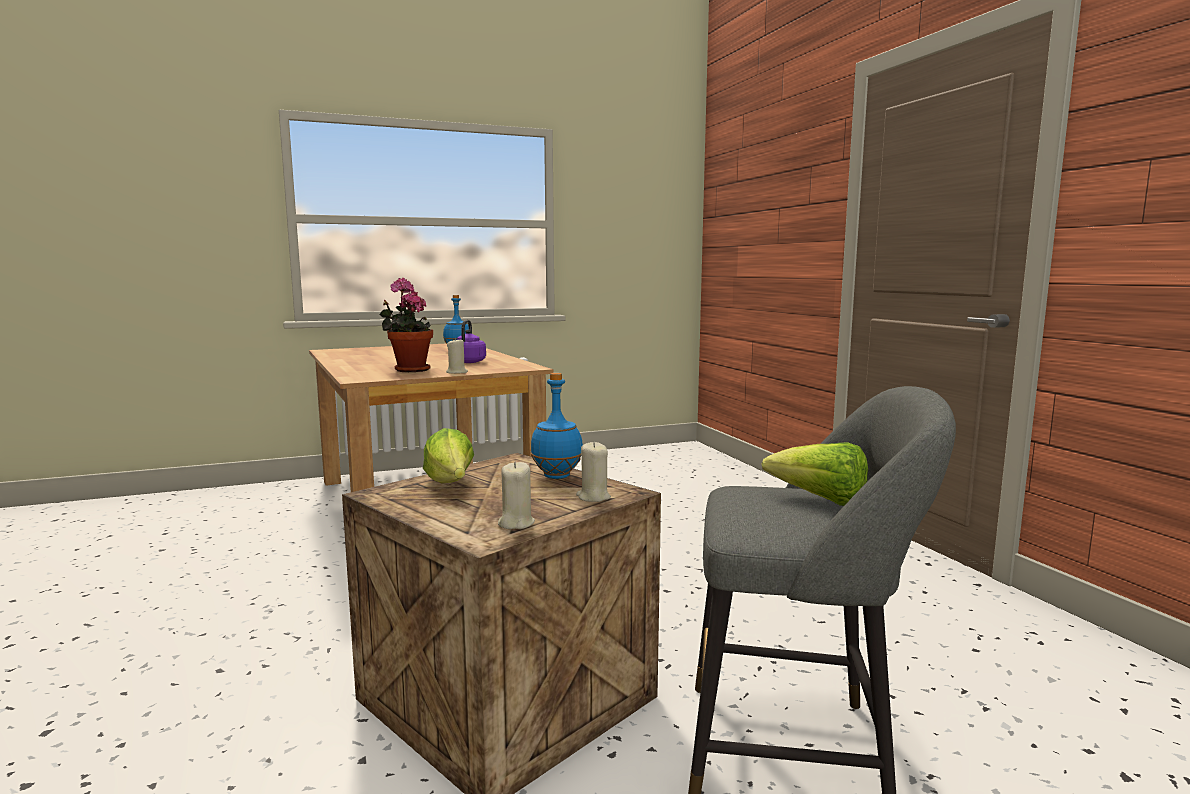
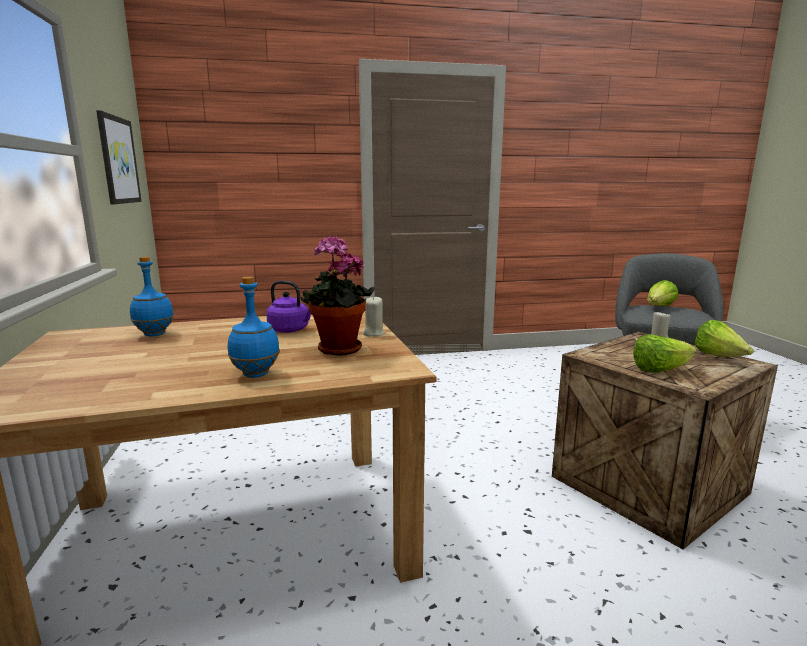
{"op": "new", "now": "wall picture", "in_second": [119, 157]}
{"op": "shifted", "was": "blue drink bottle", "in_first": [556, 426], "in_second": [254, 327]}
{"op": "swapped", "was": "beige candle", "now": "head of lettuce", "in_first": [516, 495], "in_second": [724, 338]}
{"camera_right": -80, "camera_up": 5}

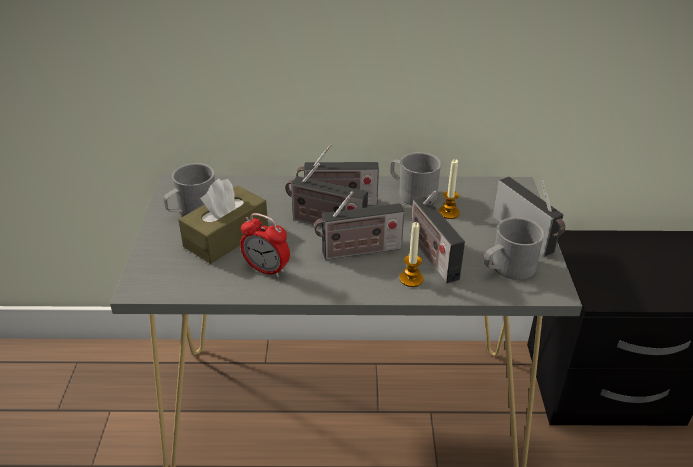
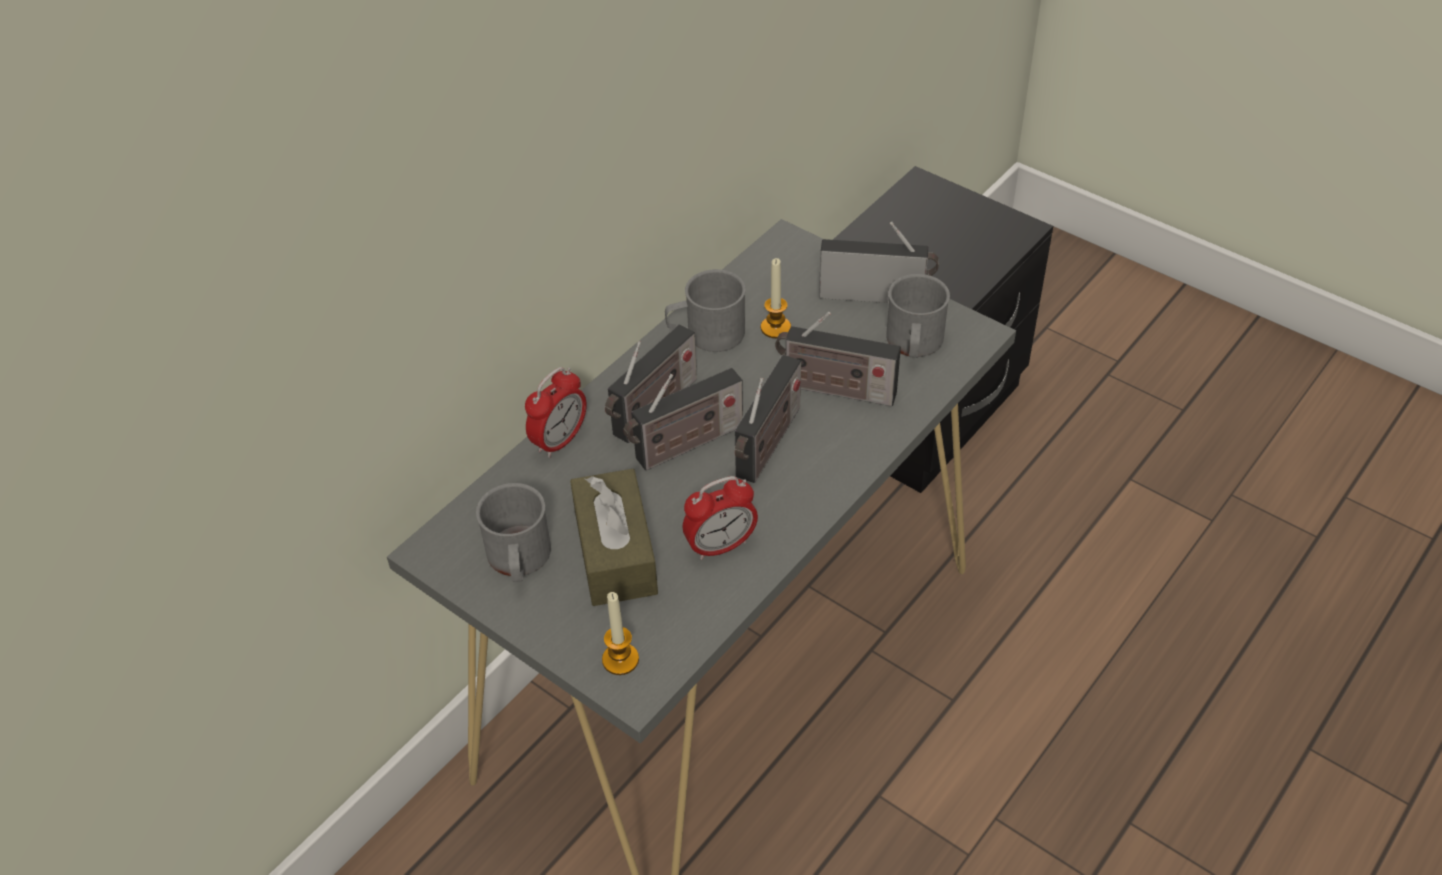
{"op": "new", "now": "bedside clock", "in_second": [556, 412]}
{"op": "shifted", "was": "candle", "in_first": [412, 254], "in_second": [620, 633]}
{"camera_right": -50, "camera_up": 10}

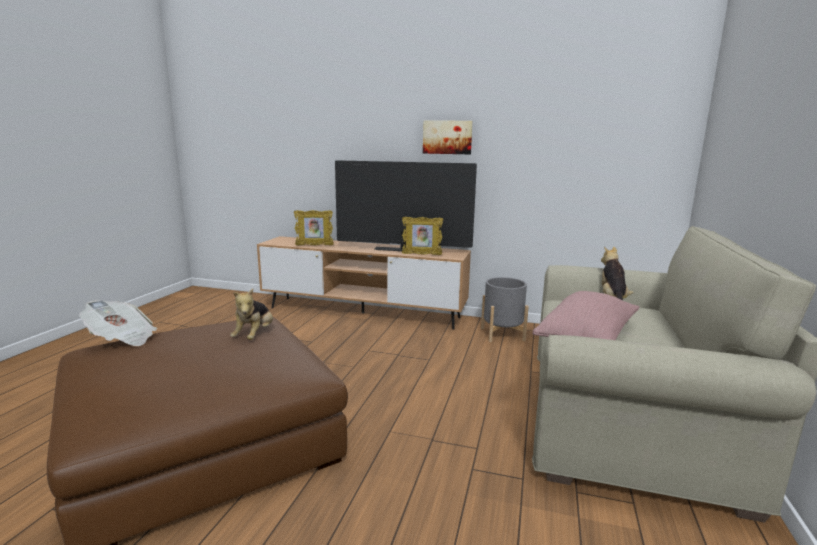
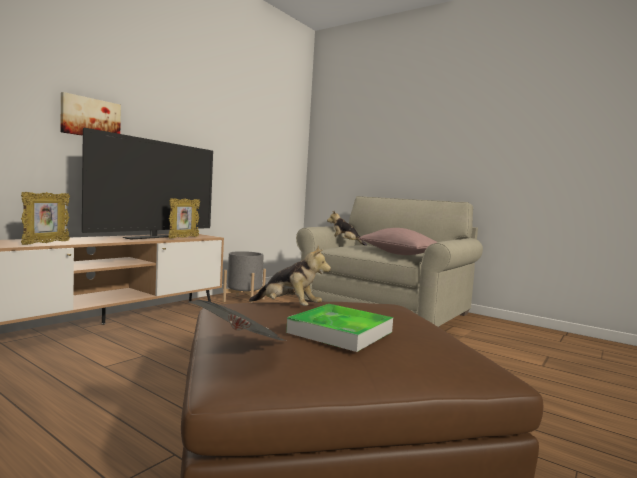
{"op": "new", "now": "carrying tray", "in_second": [339, 328]}
{"op": "shifted", "was": "wall picture", "in_first": [448, 137], "in_second": [91, 114]}
{"camera_right": -70, "camera_up": -10}

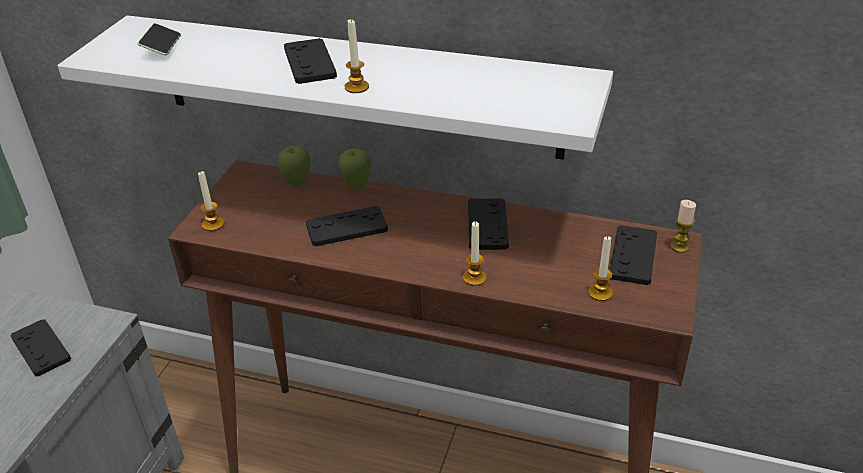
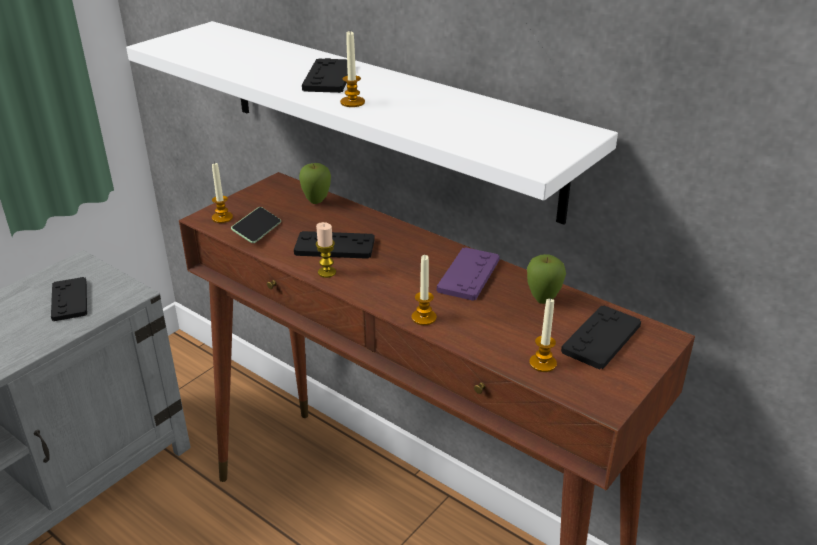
{"op": "shifted", "was": "phone", "in_first": [159, 39], "in_second": [256, 225]}
{"op": "shifted", "was": "whole apple", "in_first": [354, 169], "in_second": [546, 279]}
{"op": "shifted", "was": "candle", "in_first": [683, 226], "in_second": [326, 250]}
{"op": "repainted", "was": "black-coloured gamepad", "now": "purplish gamepad", "in_first": [488, 224], "in_second": [468, 274]}
{"camera_right": 20, "camera_up": -5}

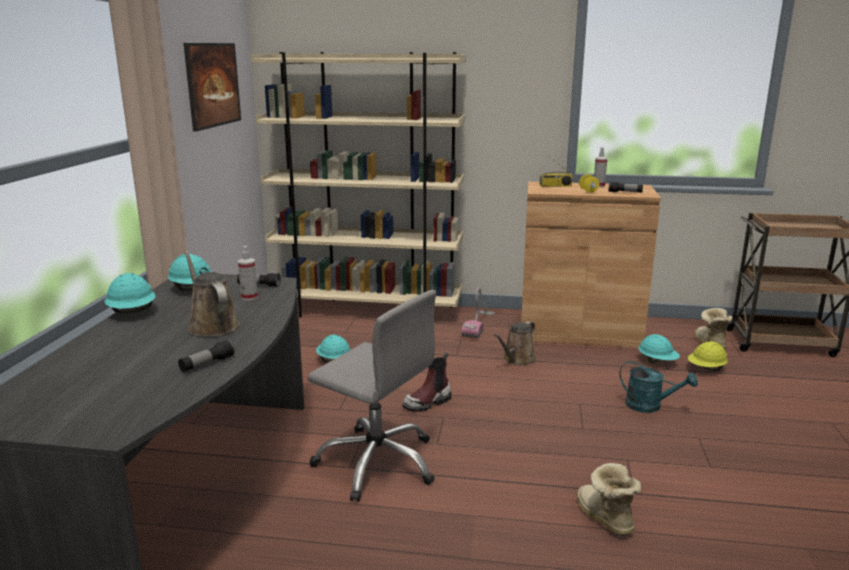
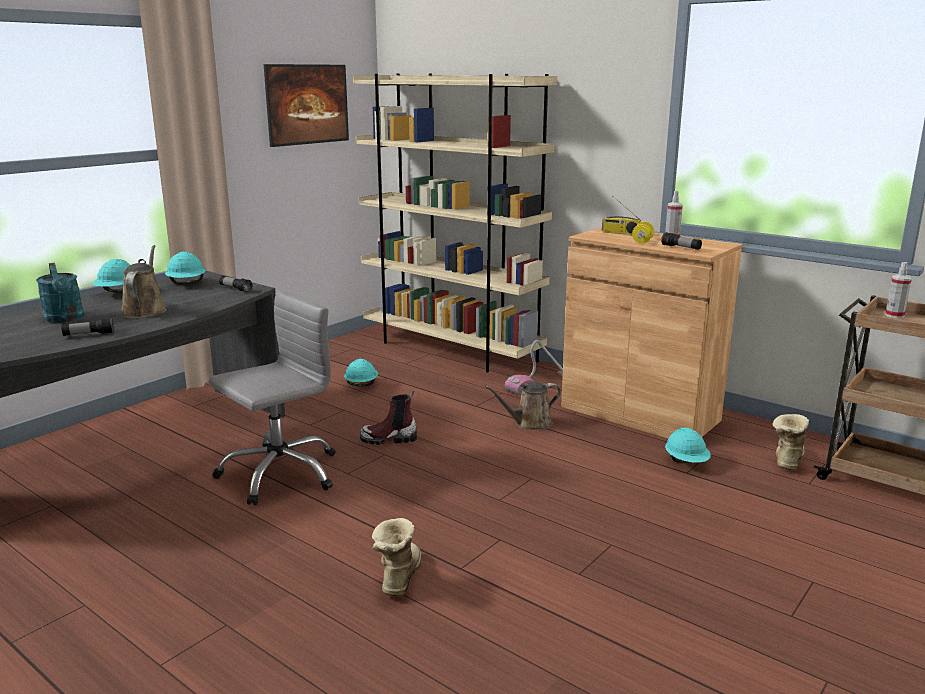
{"op": "gone", "was": "yellow safety helmet", "in_first": [708, 356]}
{"op": "shifted", "was": "sprayer", "in_first": [248, 273], "in_second": [898, 290]}
{"op": "shifted", "was": "turquoise-coloured watering can", "in_first": [658, 387], "in_second": [60, 293]}
{"op": "rotated", "was": "gray desk chair", "in_first": [372, 396], "in_second": [272, 397], "clockwise": -105}
{"camera_right": 30, "camera_up": 0}

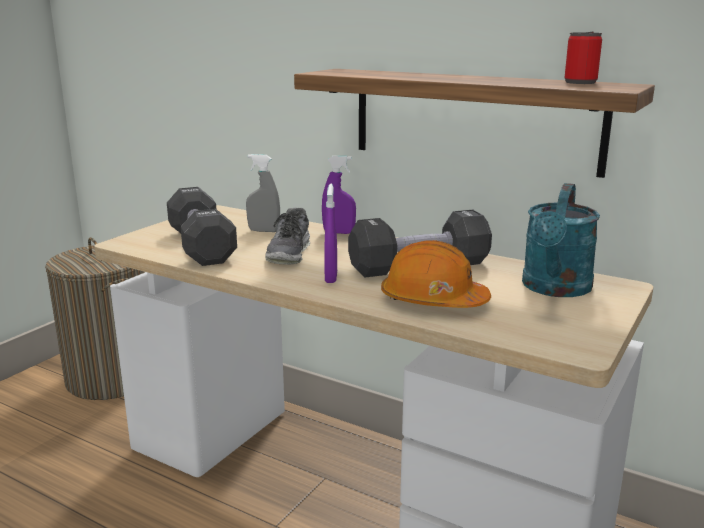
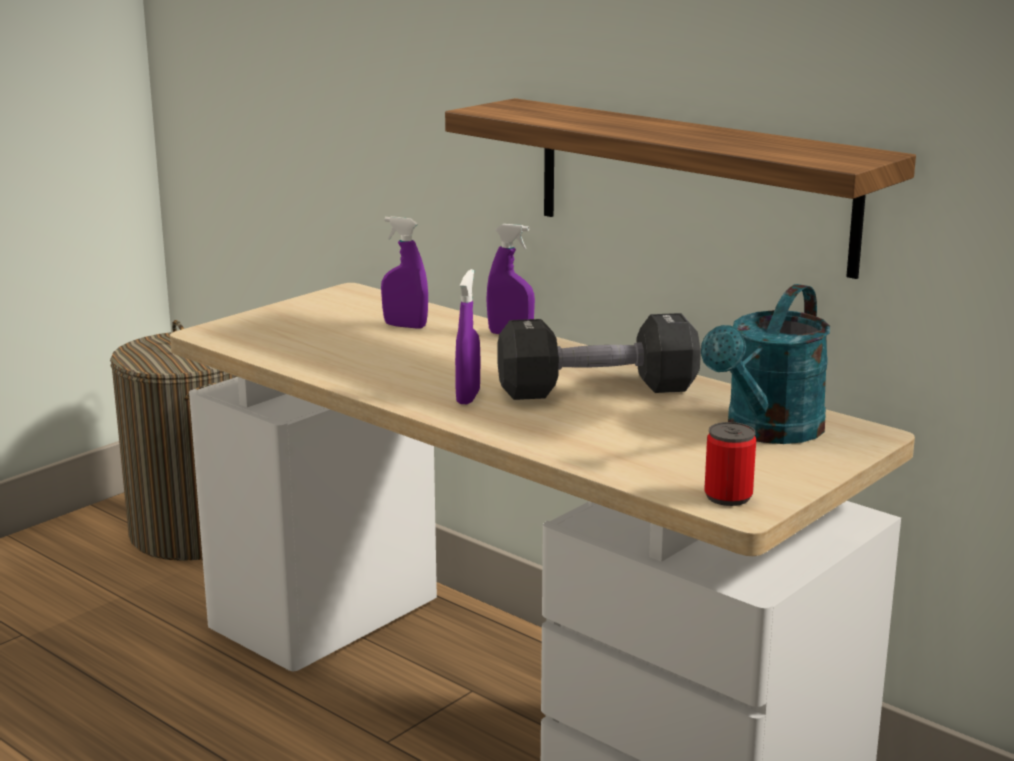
{"op": "gone", "was": "black-coloured free weight", "in_first": [202, 226]}
{"op": "gone", "was": "low shoe", "in_first": [287, 236]}
{"op": "gone", "was": "orangey safety helmet", "in_first": [436, 274]}
{"op": "shifted", "was": "can", "in_first": [583, 58], "in_second": [730, 464]}
{"op": "repainted", "was": "gray sprayer", "now": "purplish sprayer", "in_first": [263, 193], "in_second": [404, 272]}
{"camera_right": 10, "camera_up": 0}

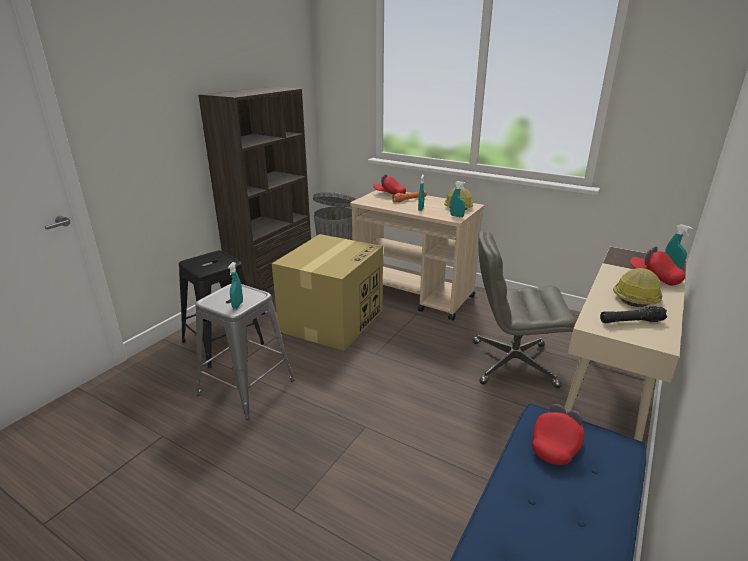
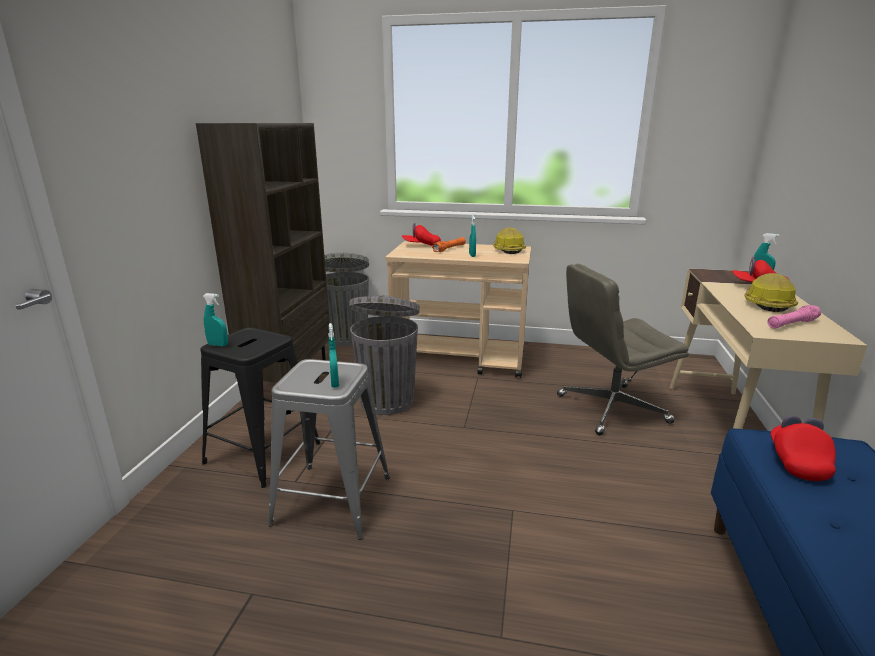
{"op": "shifted", "was": "turquoise-coloured sprayer", "in_first": [458, 199], "in_second": [215, 319]}
{"op": "swapped", "was": "packing box", "now": "gray waste bin", "in_first": [327, 292], "in_second": [384, 355]}
{"op": "repainted", "was": "black-coloured flashlight", "now": "pink flashlight", "in_first": [633, 314], "in_second": [794, 316]}
{"camera_right": -20, "camera_up": -5}

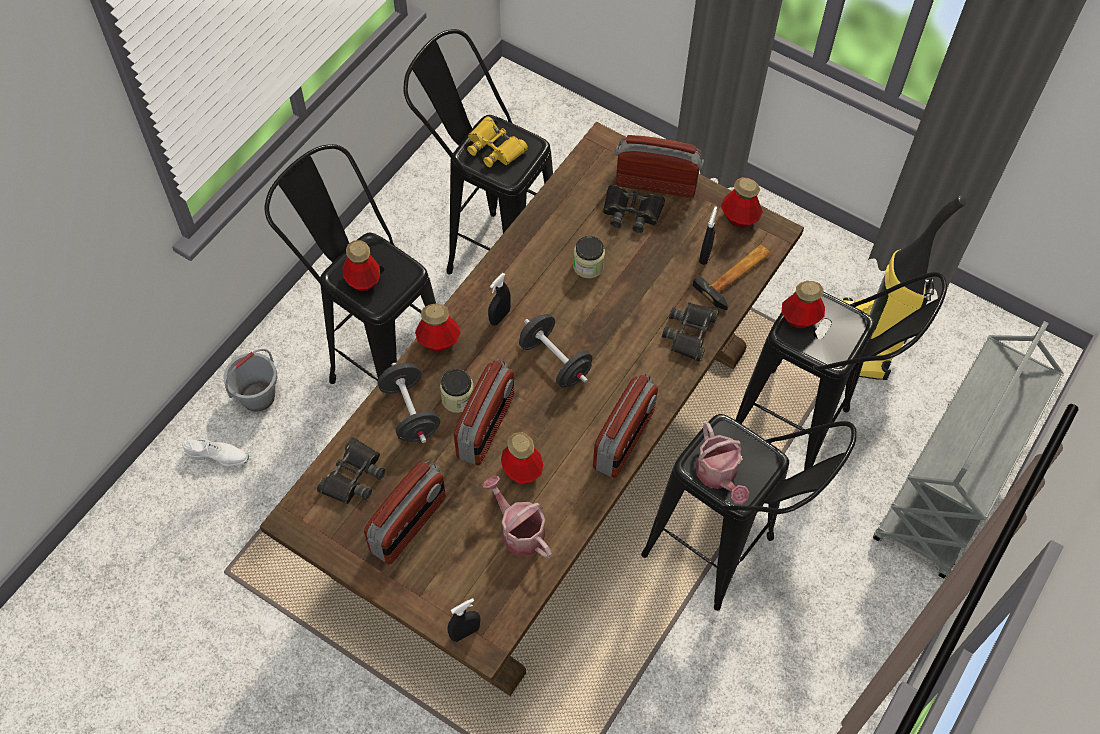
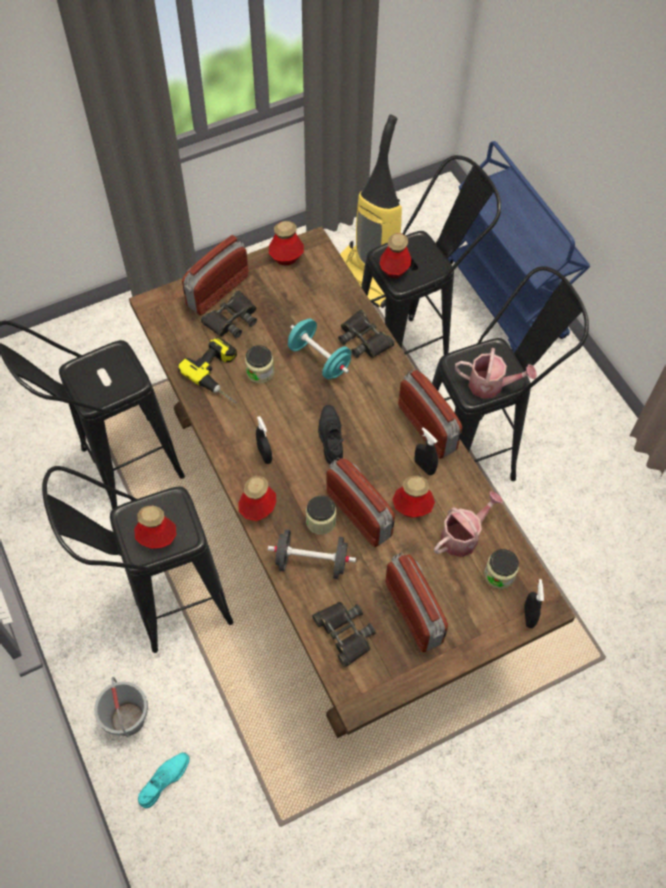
{"op": "gone", "was": "yellow pair of binoculars", "in_first": [497, 141]}
{"op": "gone", "was": "tool hammer", "in_first": [731, 278]}
{"op": "new", "now": "power drill", "in_second": [207, 370]}
{"op": "new", "now": "turquoise-coloured free weight", "in_second": [319, 349]}
{"op": "new", "now": "jar", "in_second": [501, 569]}
{"op": "shifted", "was": "black-coloured sprayer", "in_first": [708, 235], "in_second": [426, 451]}
{"op": "swapped", "was": "black-coloured free weight", "now": "black-coloured low shoe", "in_first": [555, 350], "in_second": [331, 434]}
{"op": "repainted", "was": "white low shoe", "now": "turquoise-coloured low shoe", "in_first": [216, 451], "in_second": [164, 780]}
{"op": "repainted", "was": "gray cart", "now": "blue cart", "in_first": [968, 450], "in_second": [518, 247]}
{"op": "rotated", "was": "watering can", "in_first": [517, 517], "in_second": [468, 524], "clockwise": 150}
{"camera_right": -60, "camera_up": 0}

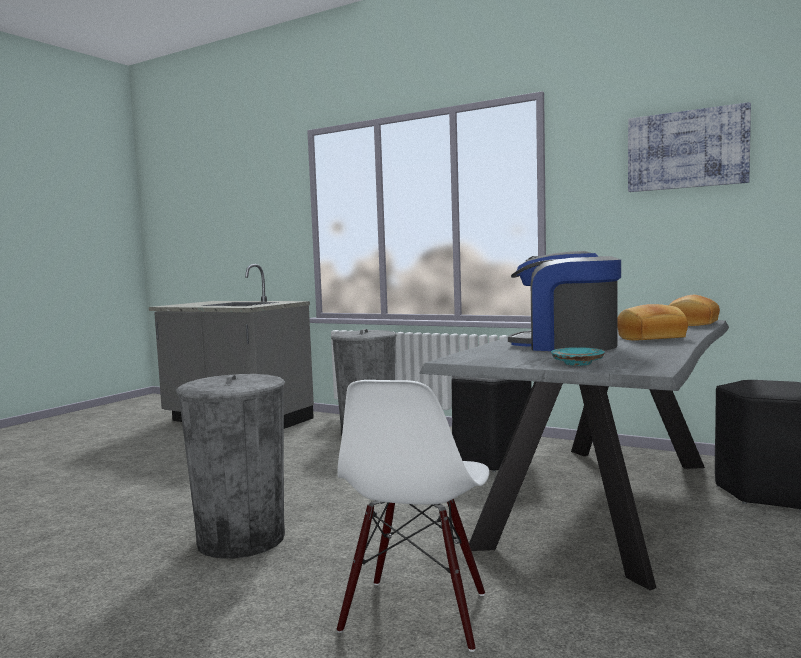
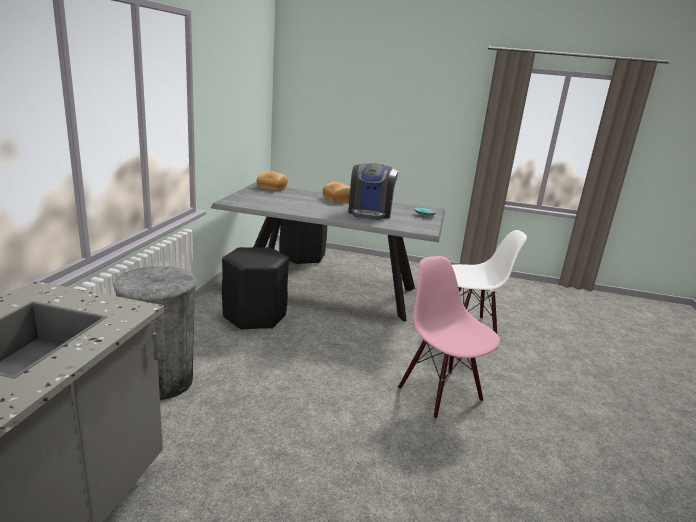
{"op": "gone", "was": "wall picture", "in_first": [689, 147]}
{"op": "swapped", "was": "gray waste bin", "now": "pink chair", "in_first": [230, 466], "in_second": [449, 337]}
{"camera_right": -110, "camera_up": 15}

